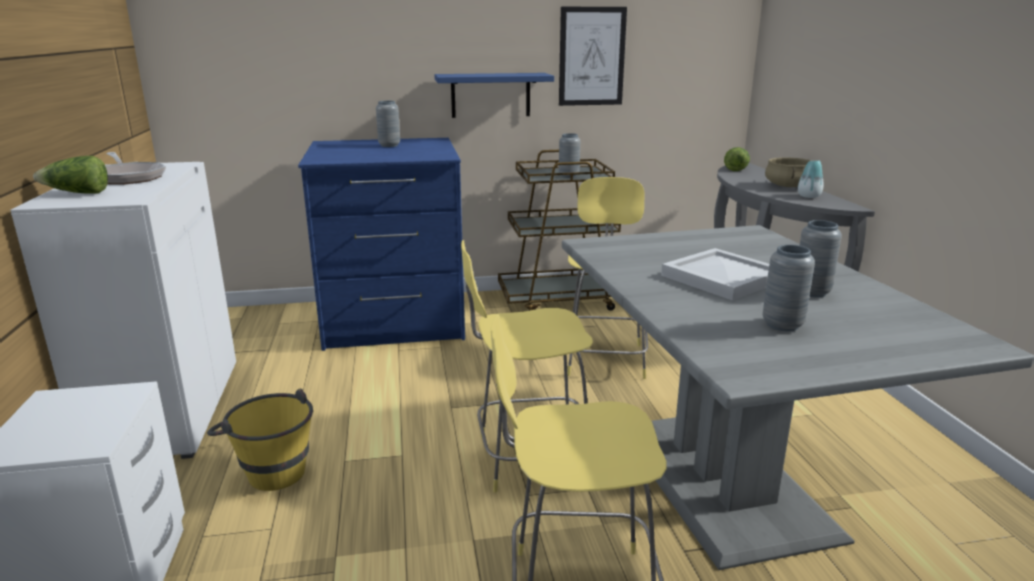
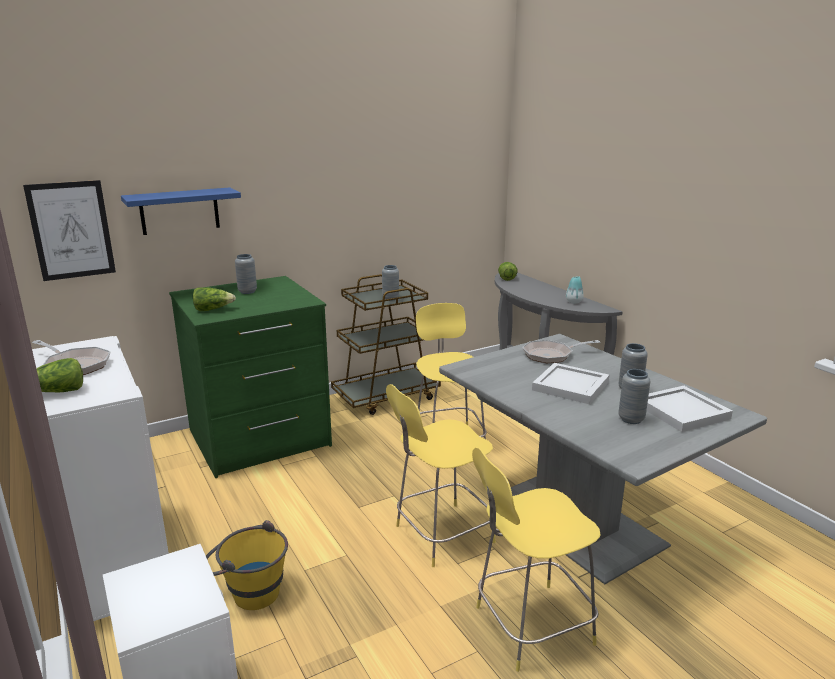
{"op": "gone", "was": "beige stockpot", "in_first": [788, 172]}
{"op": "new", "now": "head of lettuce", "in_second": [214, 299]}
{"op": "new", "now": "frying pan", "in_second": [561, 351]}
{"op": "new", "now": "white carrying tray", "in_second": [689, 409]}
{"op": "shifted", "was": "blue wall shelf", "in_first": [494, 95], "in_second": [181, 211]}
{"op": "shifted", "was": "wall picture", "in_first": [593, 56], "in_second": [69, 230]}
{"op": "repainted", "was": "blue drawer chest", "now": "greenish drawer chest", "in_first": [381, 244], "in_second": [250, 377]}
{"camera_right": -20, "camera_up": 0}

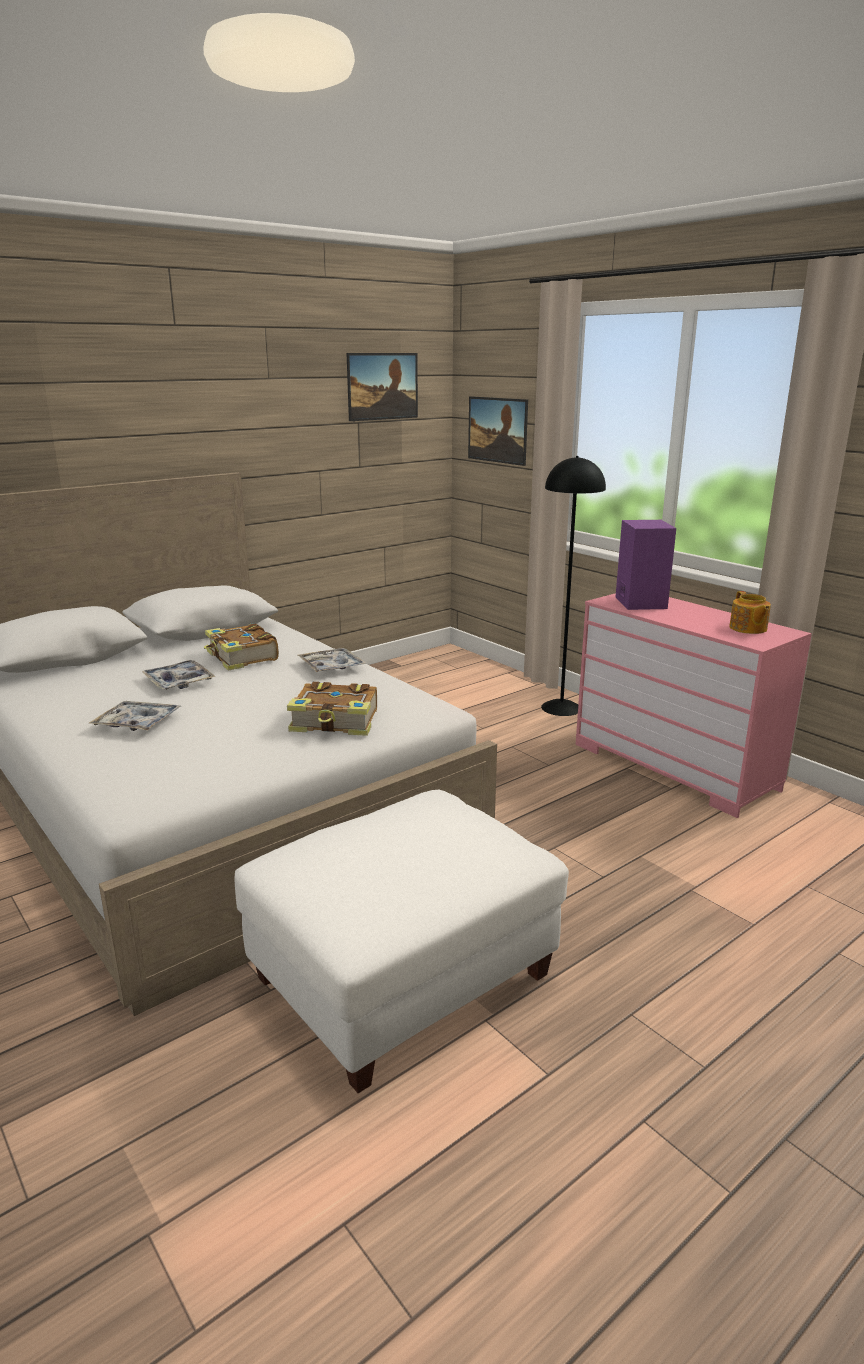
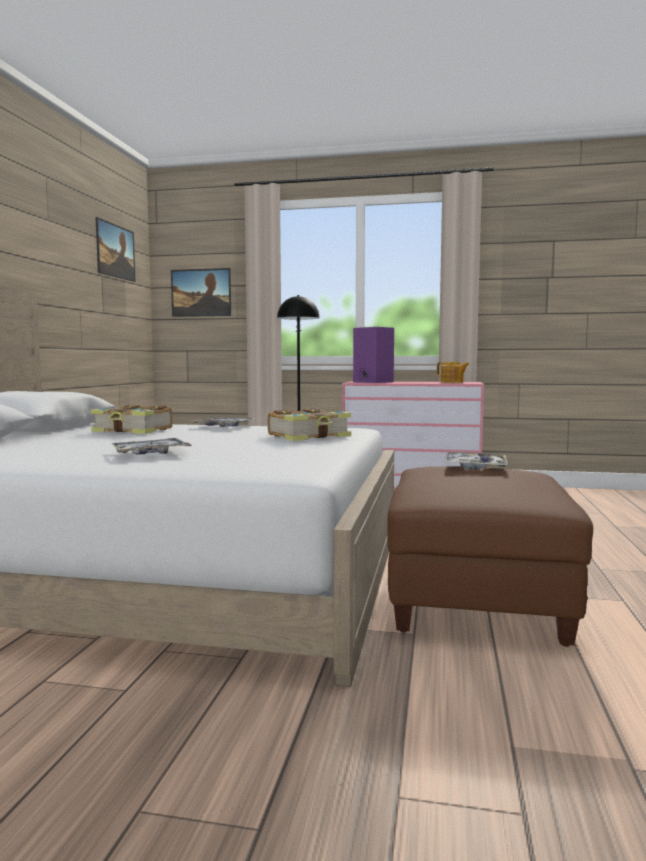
{"op": "shifted", "was": "carrying tray", "in_first": [179, 675], "in_second": [476, 460]}
{"op": "repainted", "was": "white footrest", "now": "brown footrest", "in_first": [402, 941], "in_second": [490, 556]}
{"camera_right": -40, "camera_up": -15}

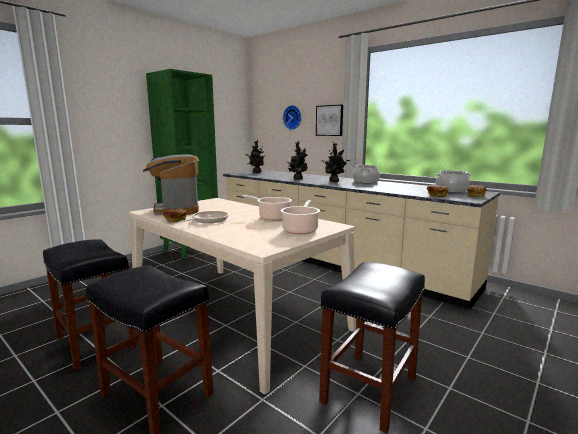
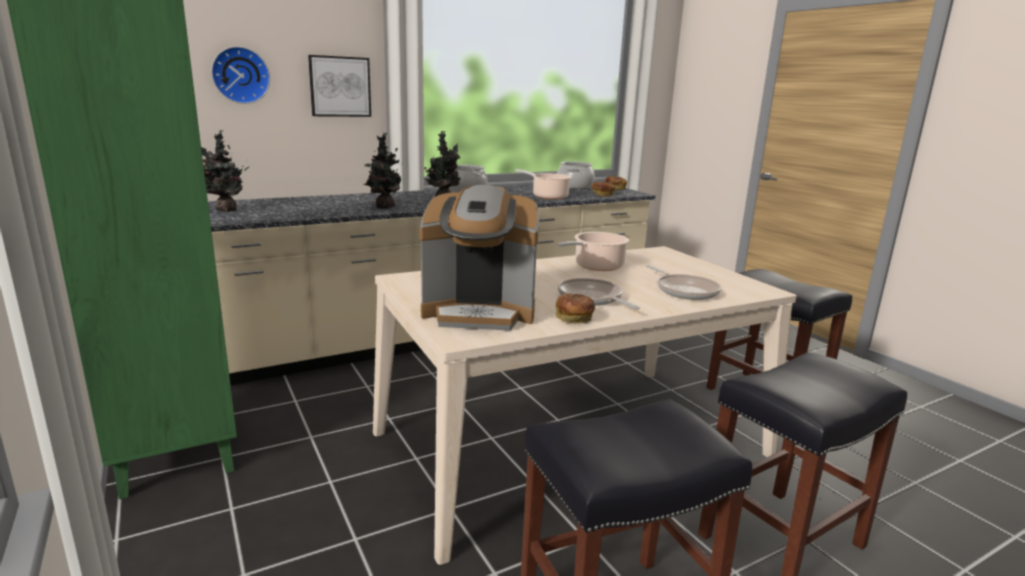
{"op": "new", "now": "frying pan", "in_second": [683, 282]}
{"op": "shifted", "was": "stockpot", "in_first": [300, 217], "in_second": [543, 184]}
{"camera_right": -70, "camera_up": 5}

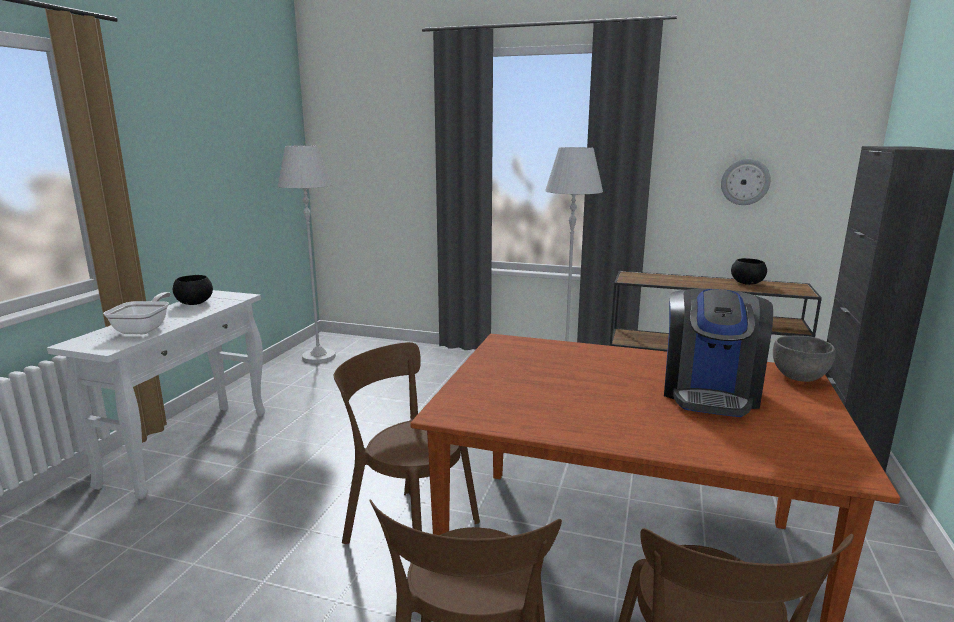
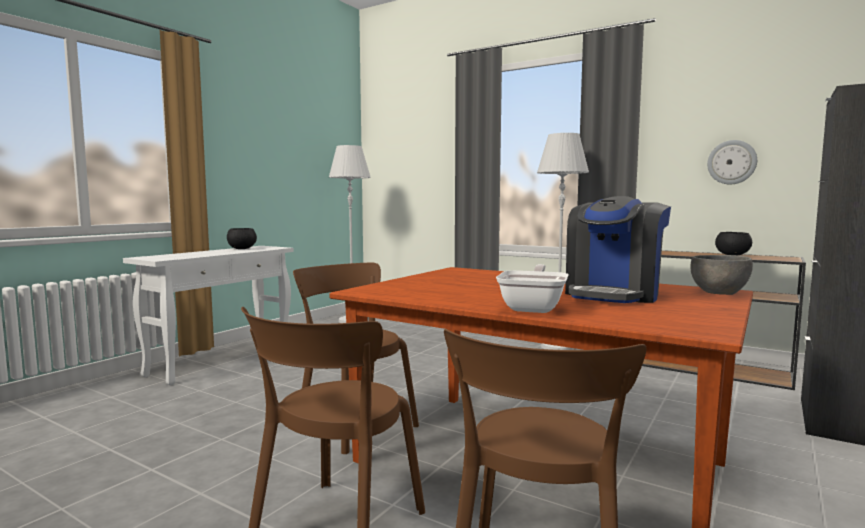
{"op": "shifted", "was": "frying pan", "in_first": [137, 313], "in_second": [532, 288]}
{"camera_right": 15, "camera_up": -10}

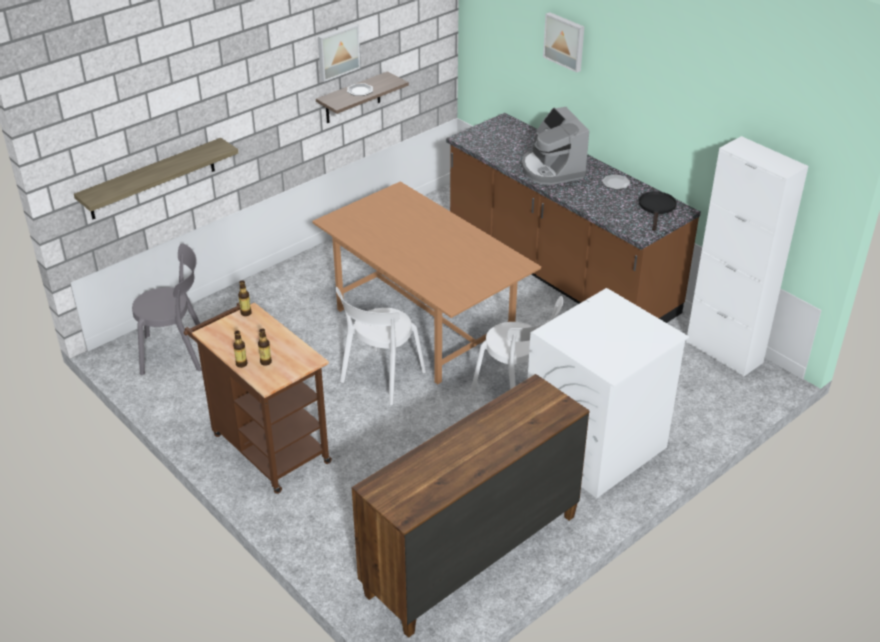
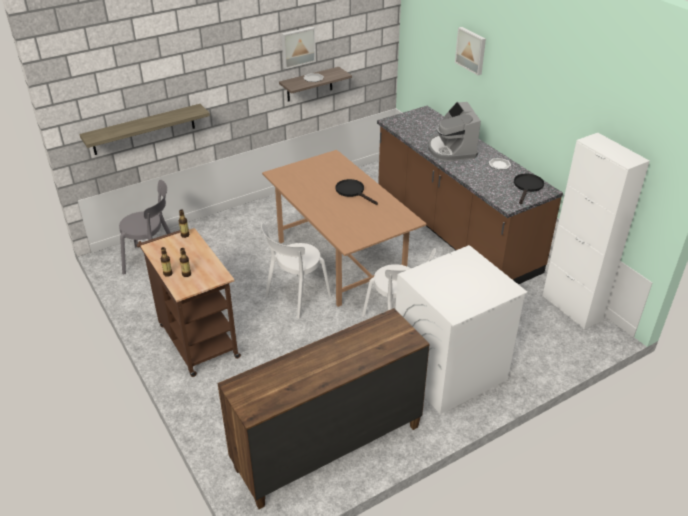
{"op": "new", "now": "black-coloured frying pan", "in_second": [357, 192]}
{"camera_right": 10, "camera_up": 0}

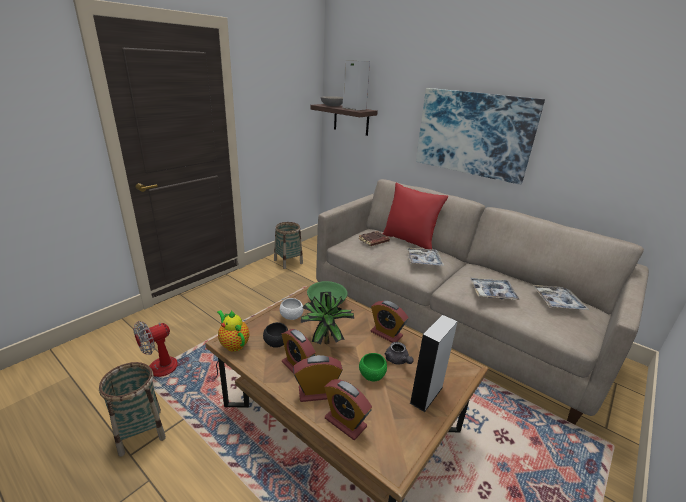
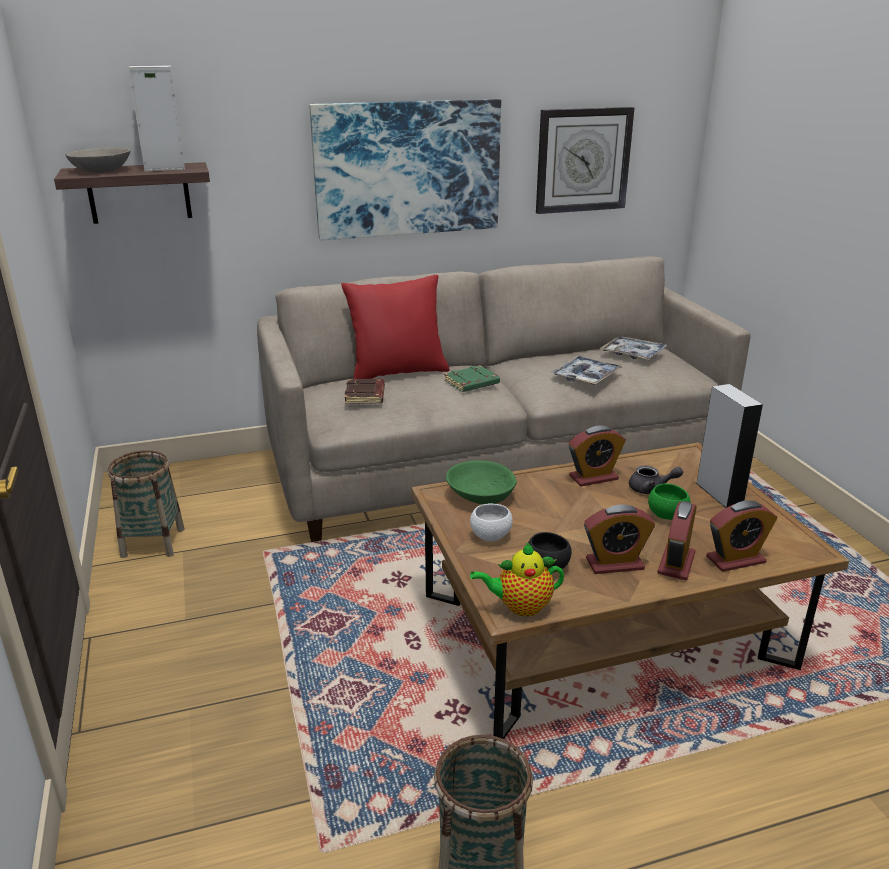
{"op": "gone", "was": "fan", "in_first": [175, 351]}
{"op": "gone", "was": "potted plant", "in_first": [327, 318]}
{"op": "new", "now": "hanging clock", "in_second": [585, 160]}
{"op": "swapped", "was": "carrying tray", "now": "greenish volume", "in_first": [425, 256], "in_second": [472, 378]}
{"camera_right": -55, "camera_up": 0}

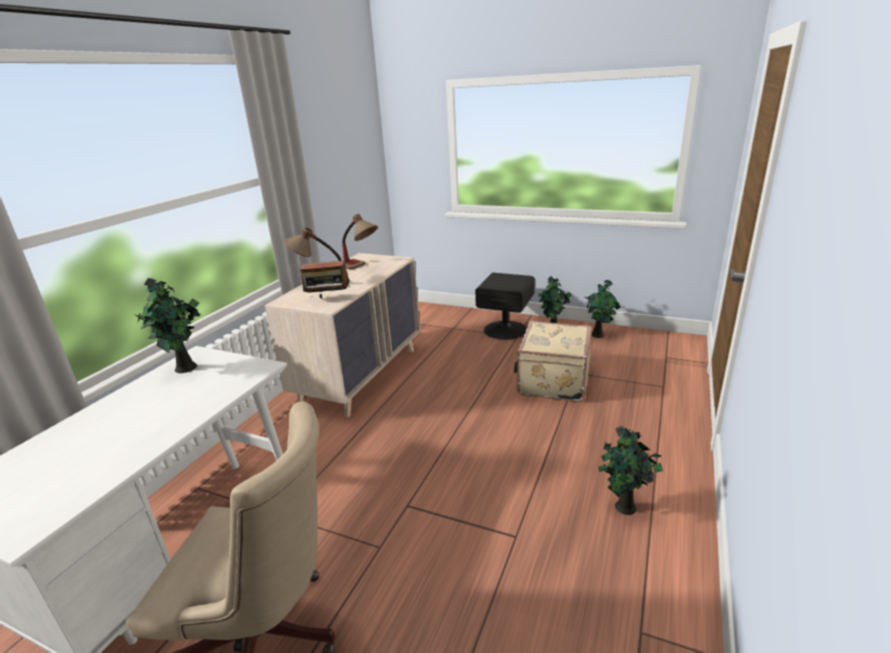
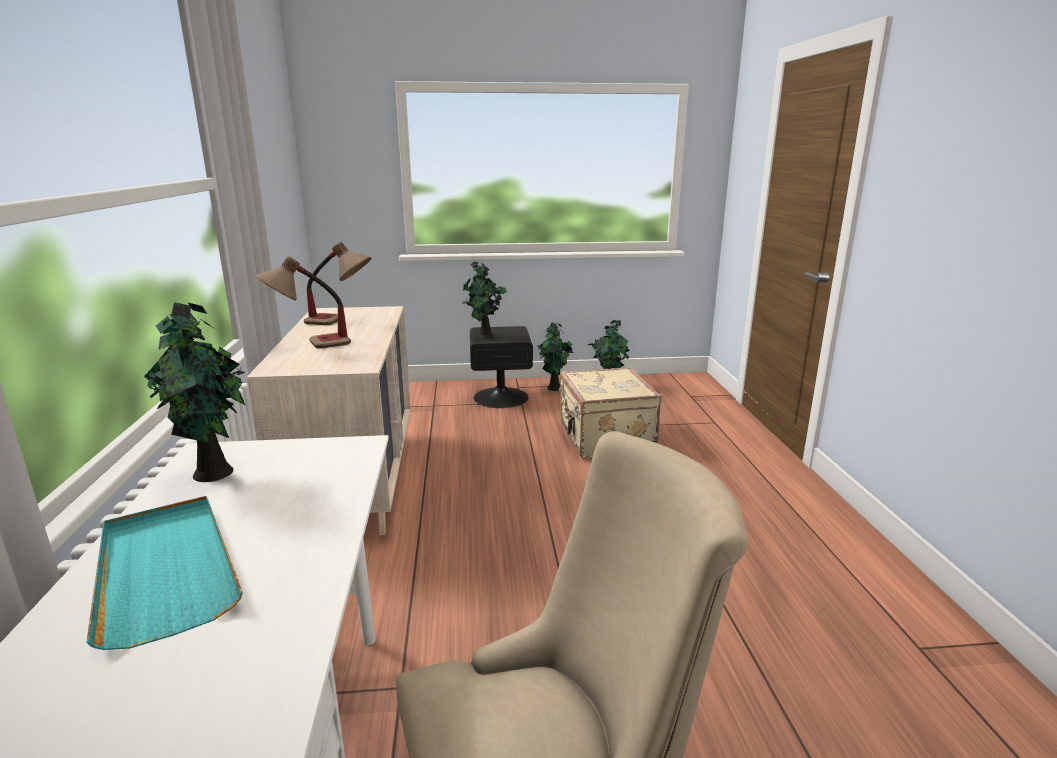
{"op": "gone", "was": "radio set", "in_first": [325, 279]}
{"op": "new", "now": "turquoise-coloured carrying tray", "in_second": [164, 573]}
{"op": "shifted", "was": "potted plant", "in_first": [630, 470], "in_second": [484, 300]}
{"camera_right": -30, "camera_up": -5}

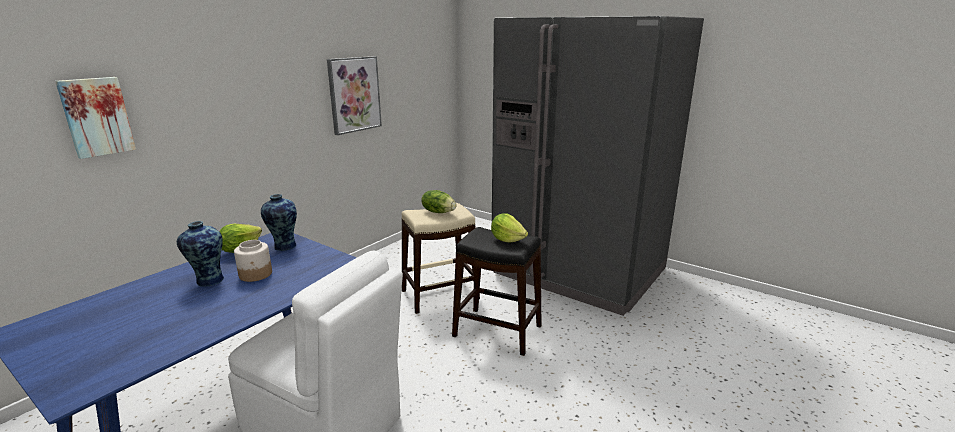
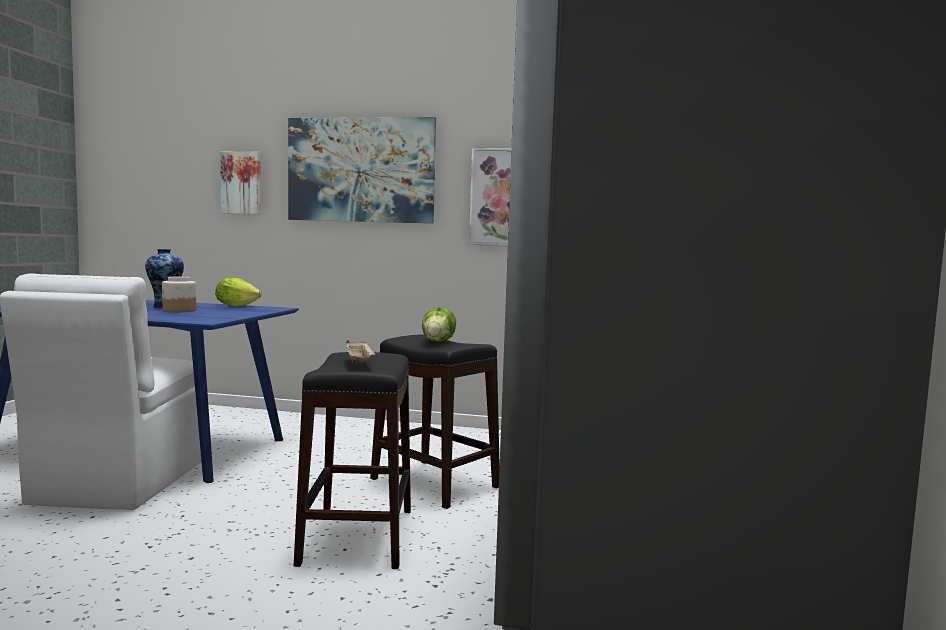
{"op": "gone", "was": "vase", "in_first": [279, 222]}
{"op": "new", "now": "wall picture", "in_second": [362, 170]}
{"op": "swapped", "was": "head of lettuce", "now": "beige carrying tray", "in_first": [509, 228], "in_second": [361, 351]}
{"op": "repainted", "was": "beige stool seat", "now": "black-coloured stool seat", "in_first": [441, 258], "in_second": [435, 421]}
{"camera_right": 65, "camera_up": -15}

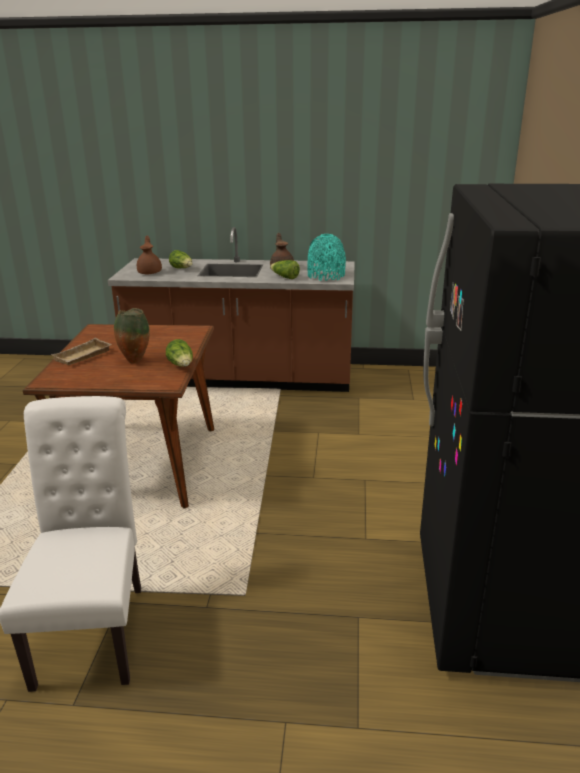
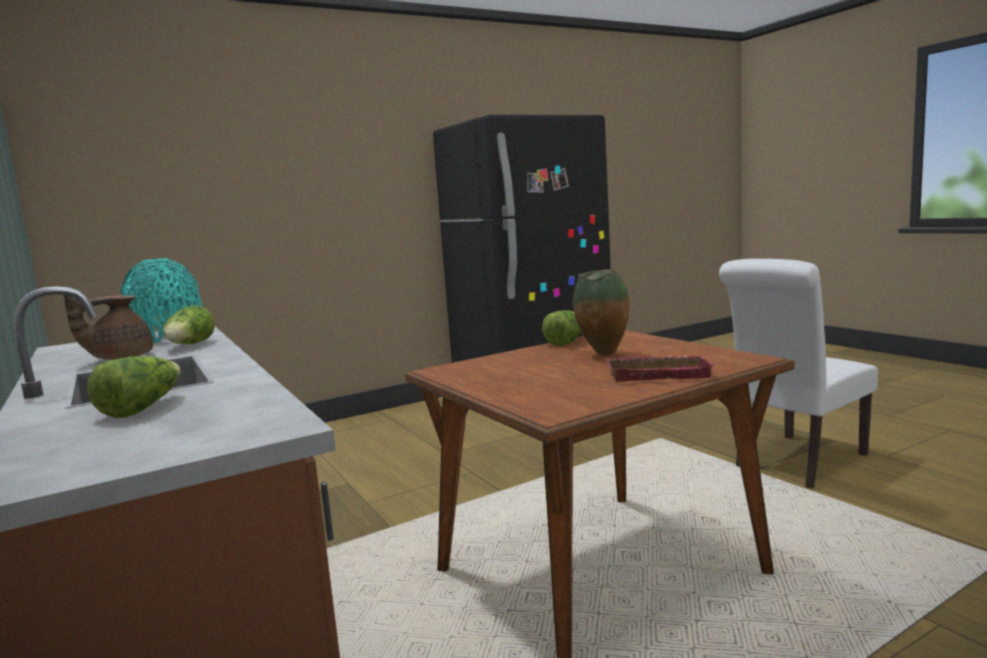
{"op": "gone", "was": "brown teapot", "in_first": [149, 255]}
{"op": "repainted", "was": "beige carrying tray", "now": "red-coloured carrying tray", "in_first": [82, 351], "in_second": [660, 368]}
{"camera_right": -125, "camera_up": -15}

